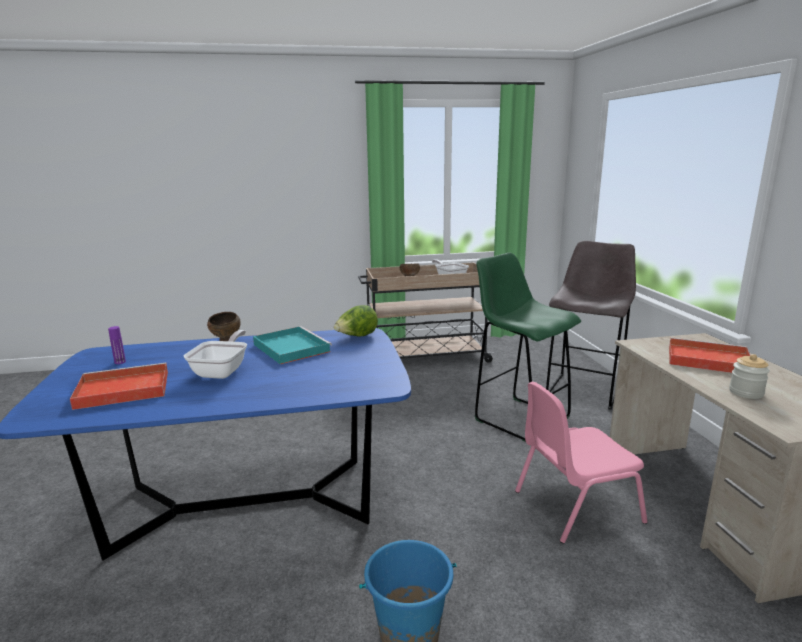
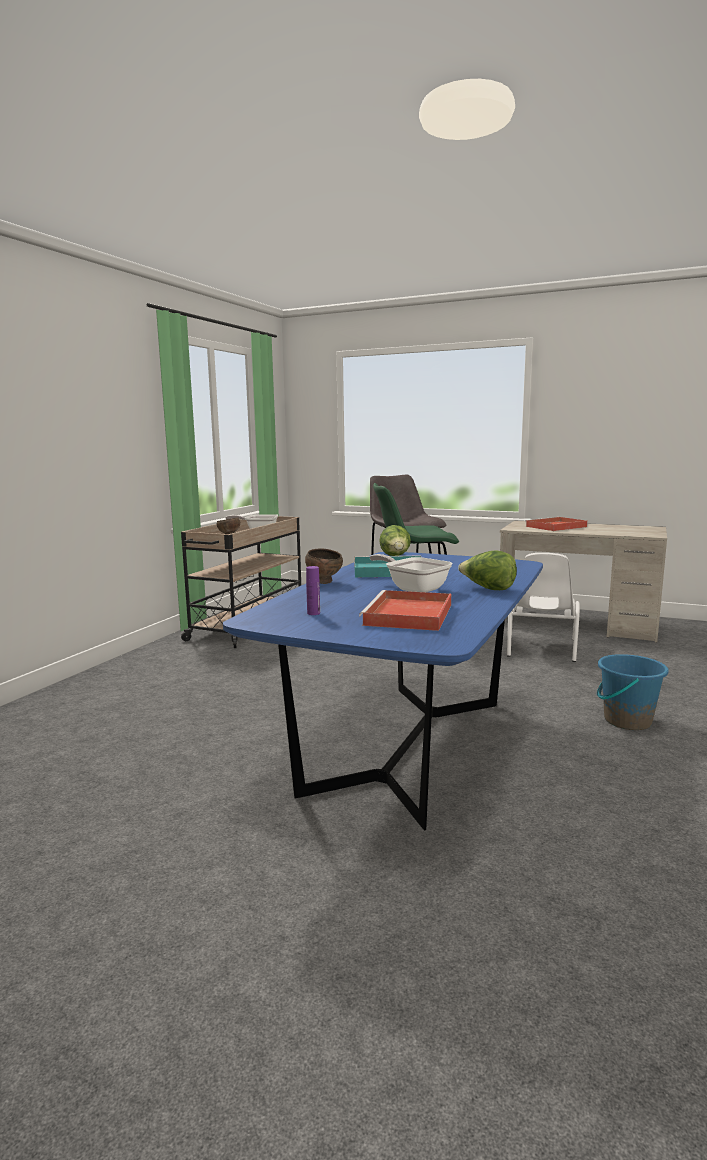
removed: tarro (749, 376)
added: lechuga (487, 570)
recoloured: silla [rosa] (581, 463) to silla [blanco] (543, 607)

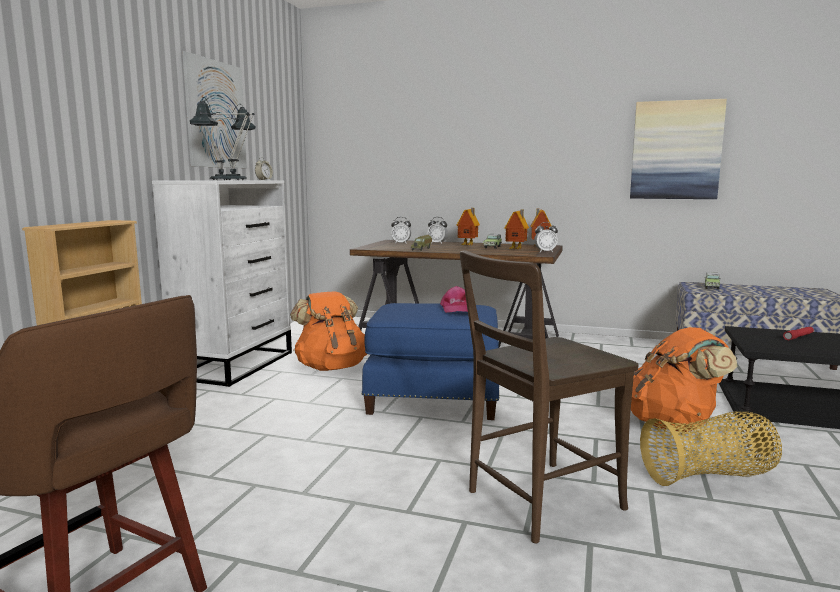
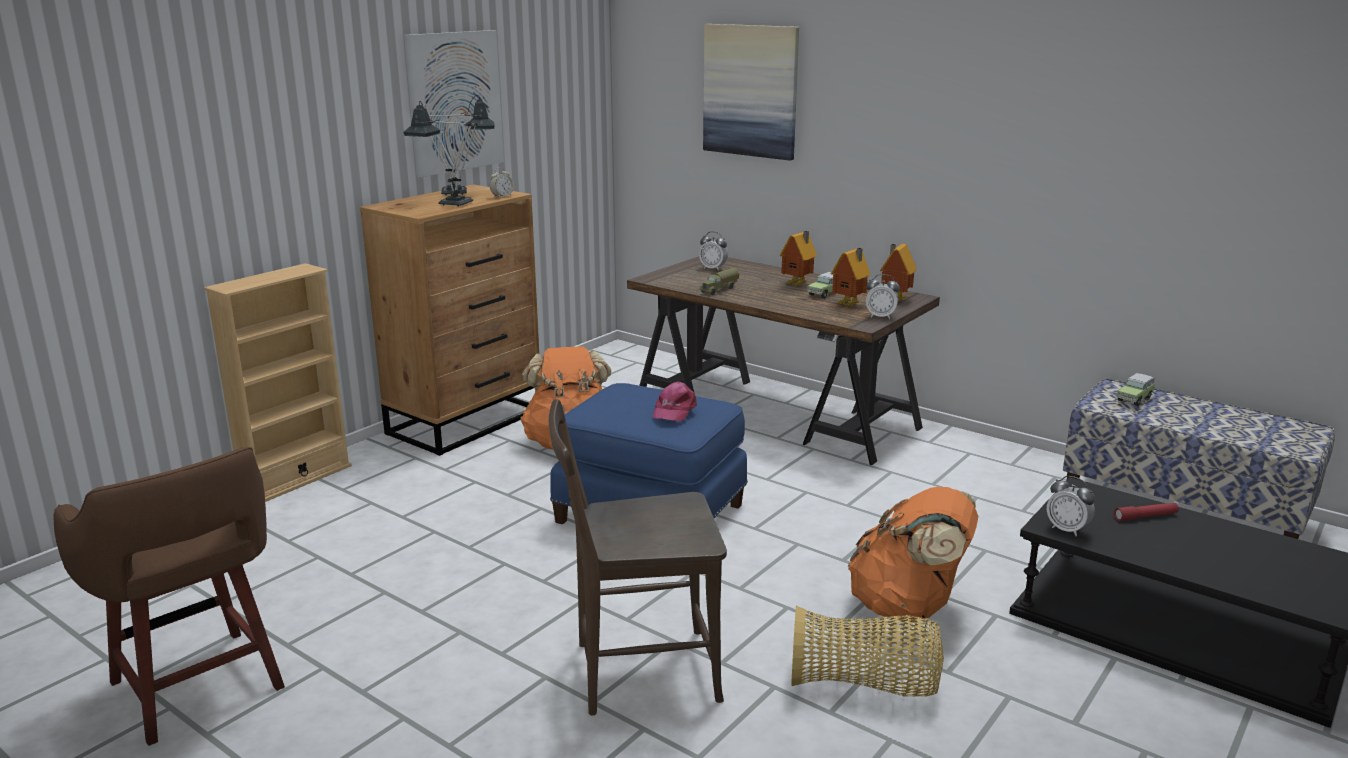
moved: cuadro (678, 149) to (751, 92); despertador (437, 230) to (1071, 506)
recoloured: cómoda [blanco] (222, 283) to cómoda [marrón] (449, 320)

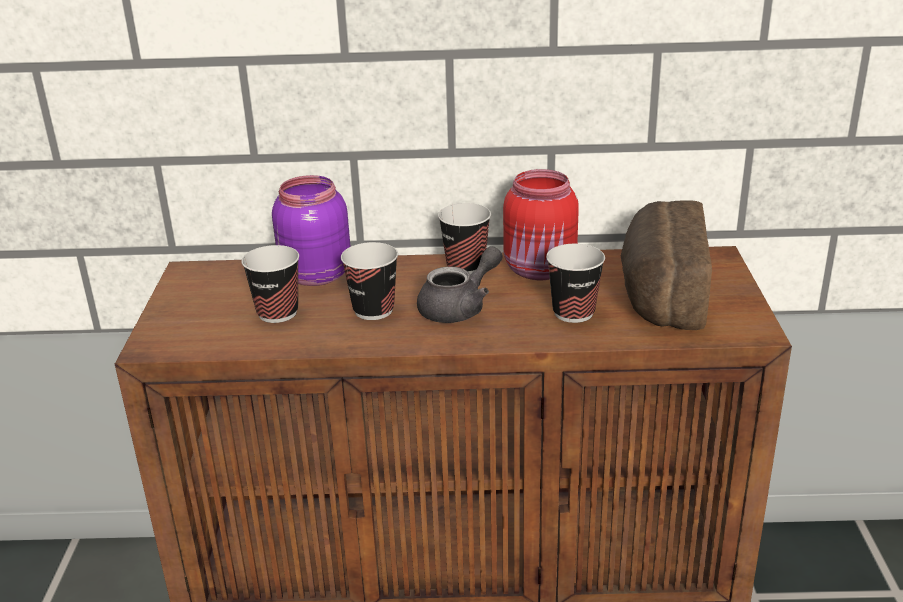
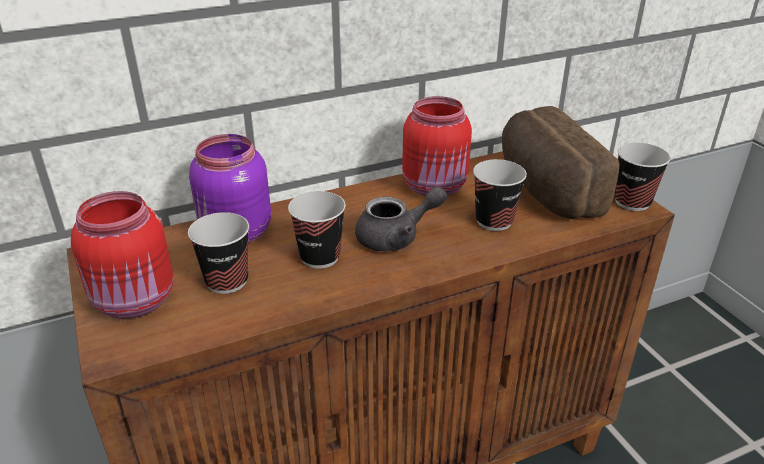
added: tarro [rojo] (122, 255)
moved: taza (464, 238) to (643, 177)
turned: tetera [gris] (460, 284) = (401, 219) 45 degrees clockwise

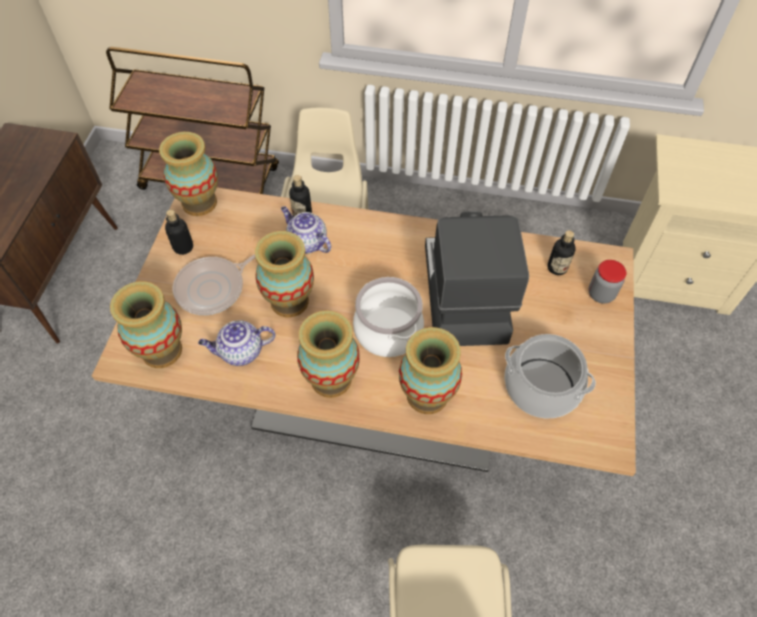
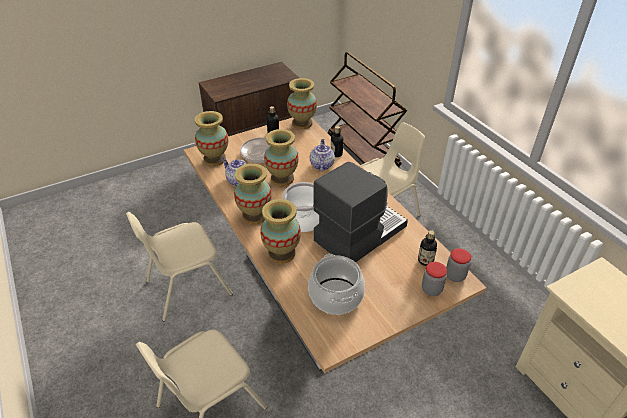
added: silla [beis] (179, 267); tarro (458, 265)

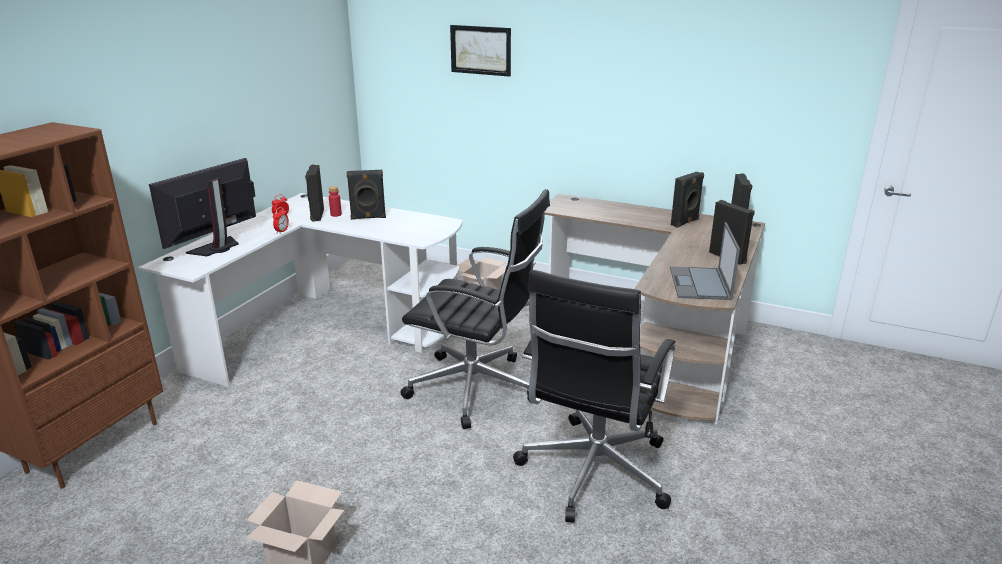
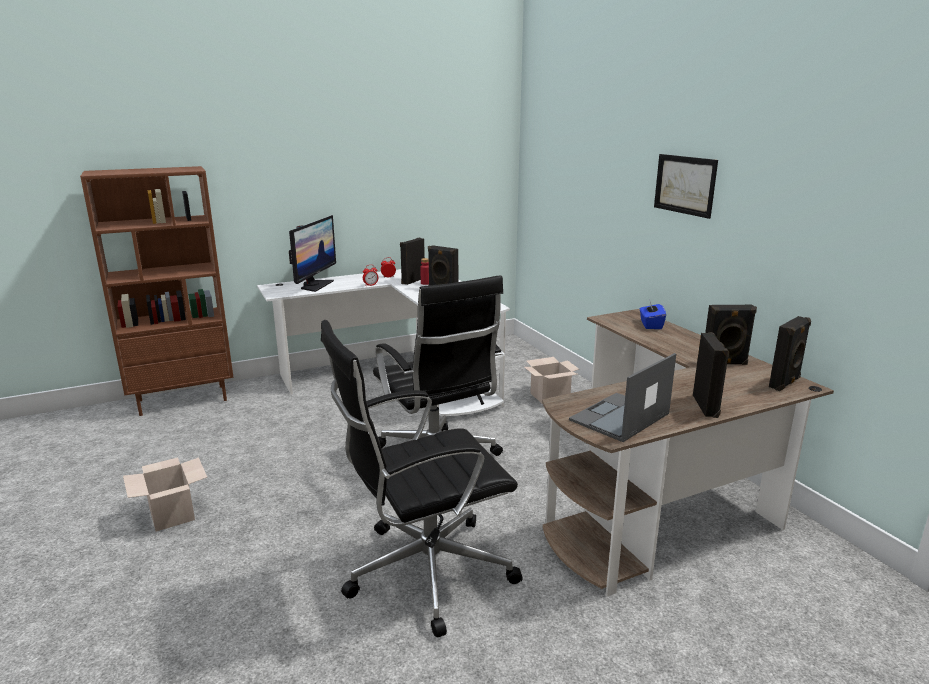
added: caja de pañuelos [azul] (653, 314)
moved: cuadro (480, 51) to (686, 186)
turned: monitor (202, 207) = (312, 253) 120 degrees clockwise

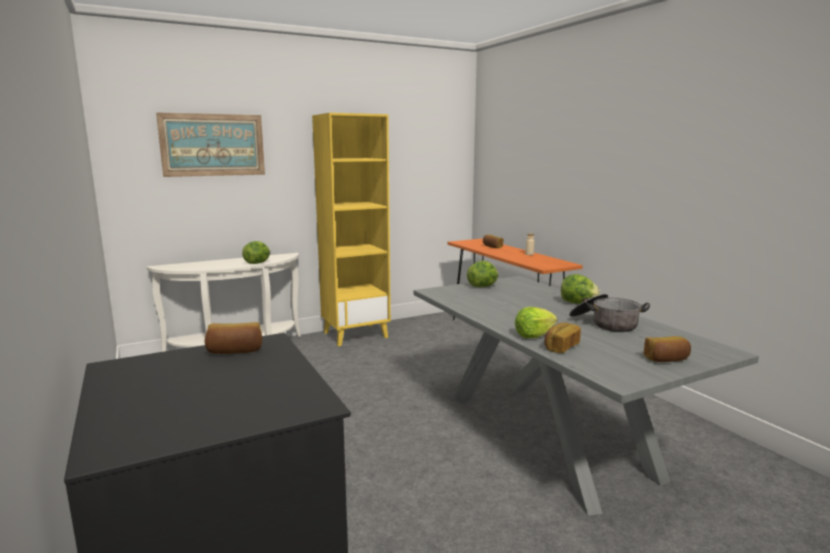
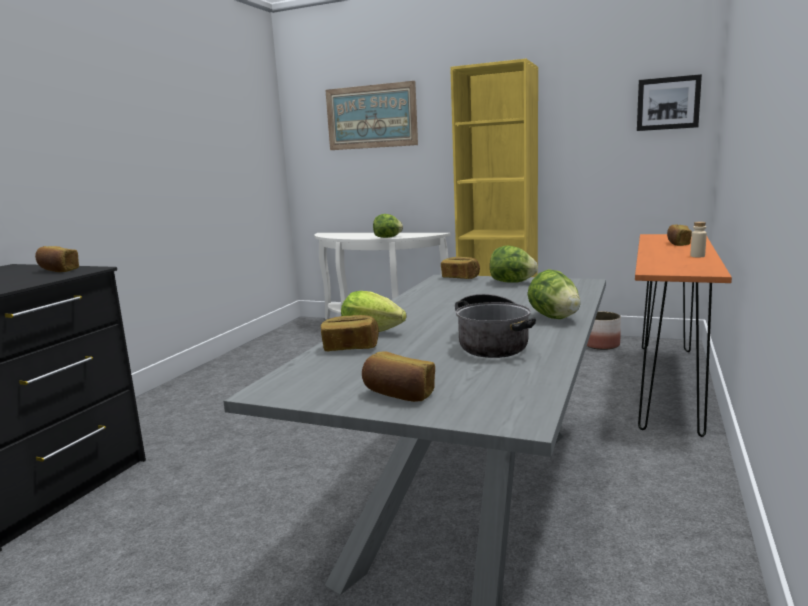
added: pan (460, 268); maceta (604, 330); cuadro (669, 102)

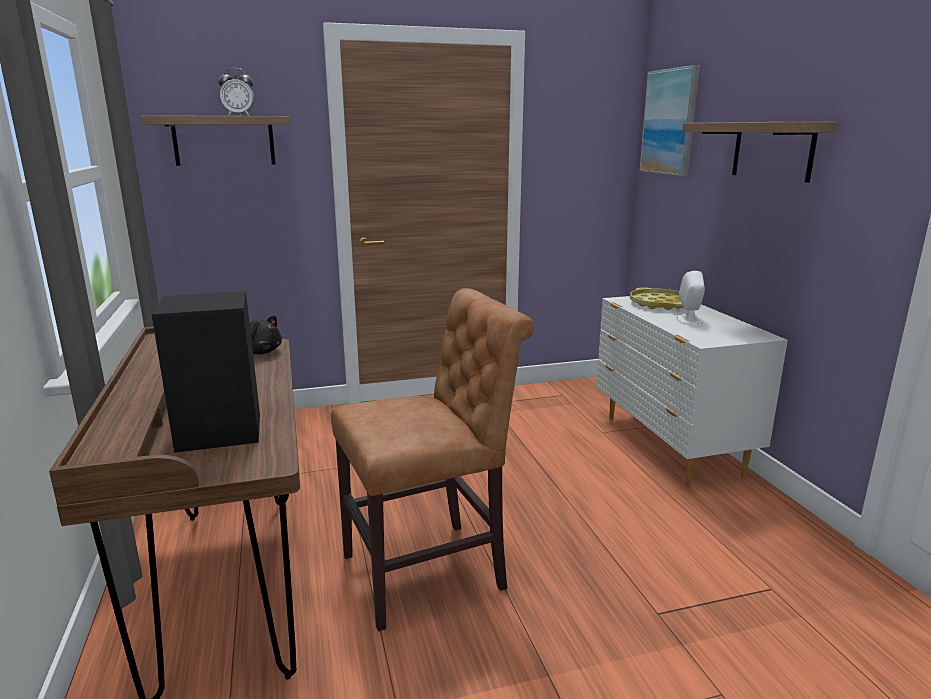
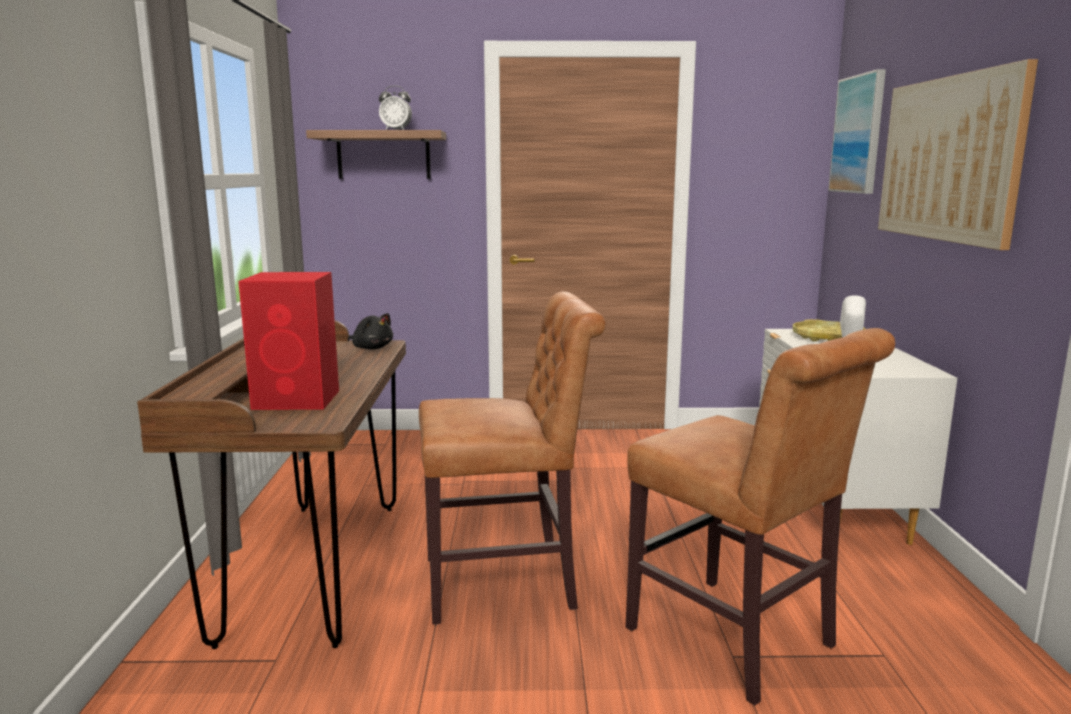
added: silla [marrón] (760, 516)
replaced: estante (759, 152) to cuadro (958, 154)
recoloured: altavoz [negro] (206, 372) to altavoz [rojo] (288, 341)

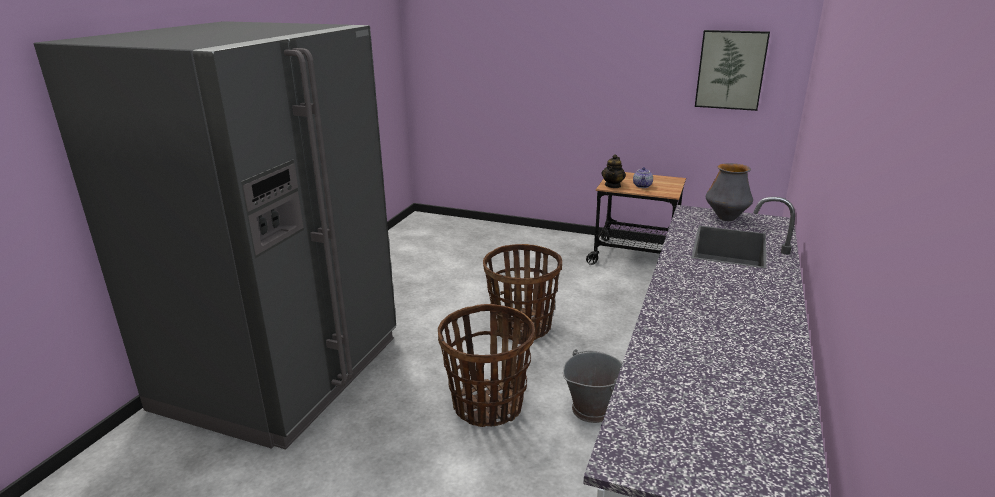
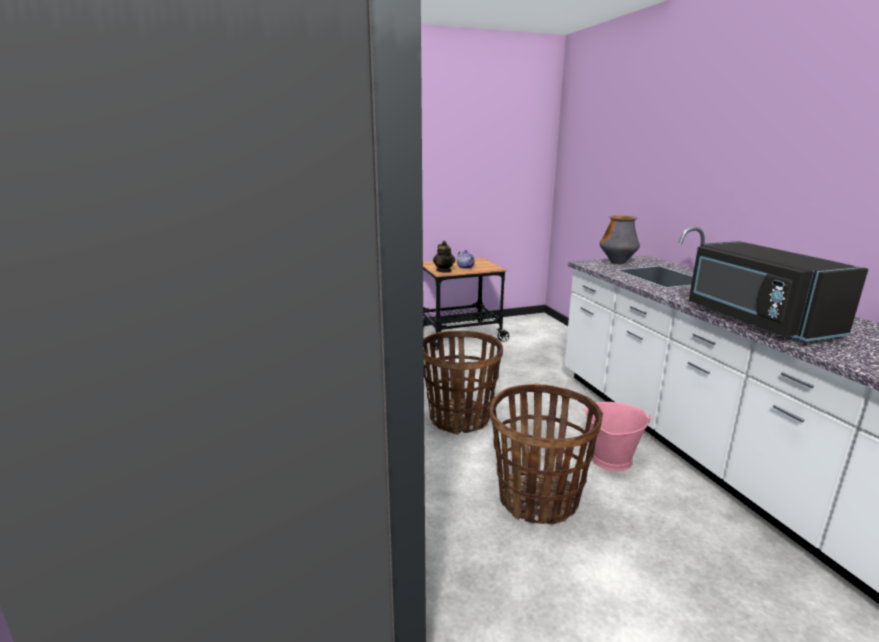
removed: cuadro (732, 70)
added: microondas [negro] (778, 291)
recoloured: cubo [gris] (593, 386) to cubo [rosa] (617, 436)

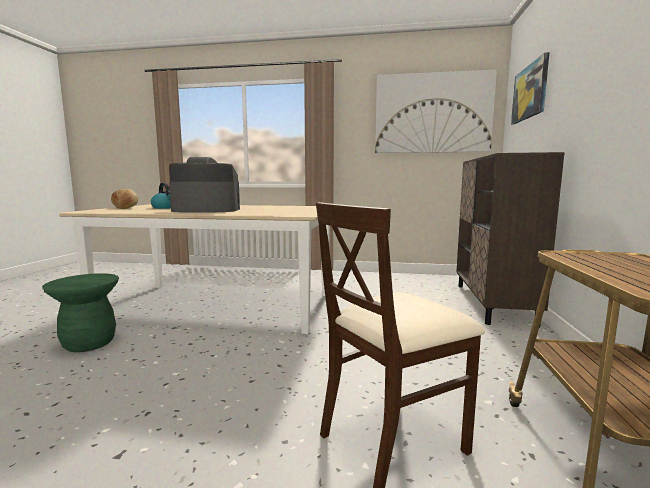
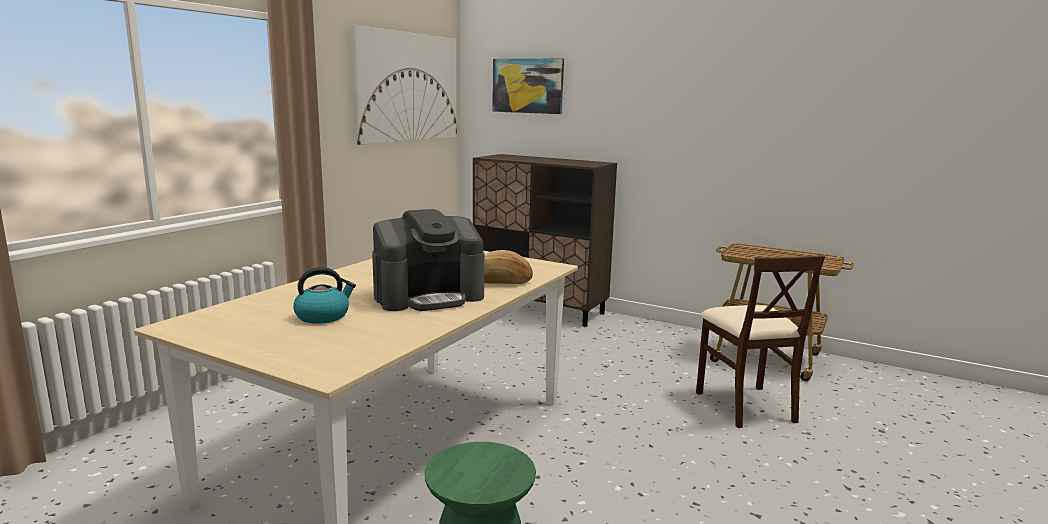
moved: pan (124, 199) to (508, 267)
turned: cafetera (204, 185) = (428, 260) 135 degrees counterclockwise

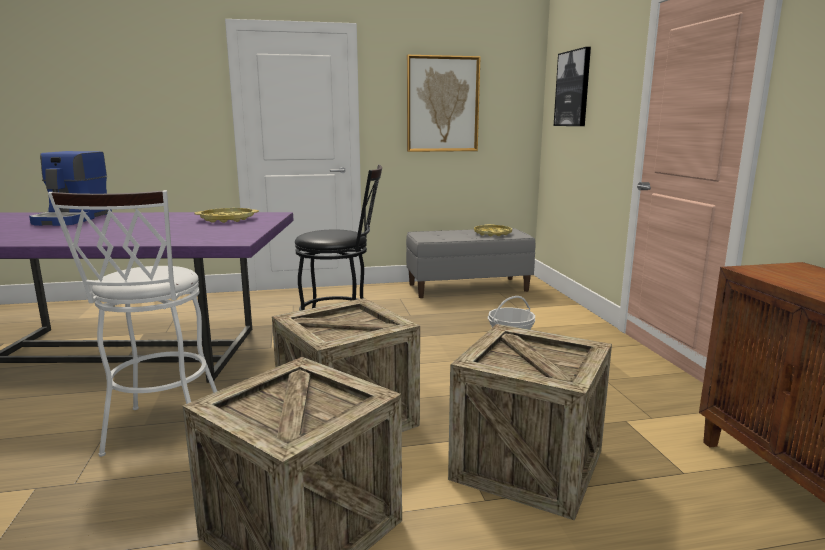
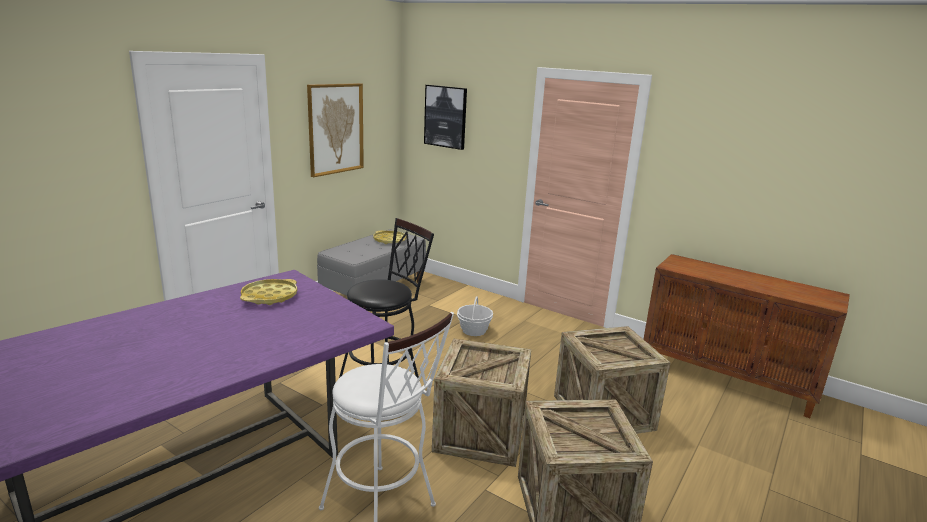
removed: cafetera (70, 188)

